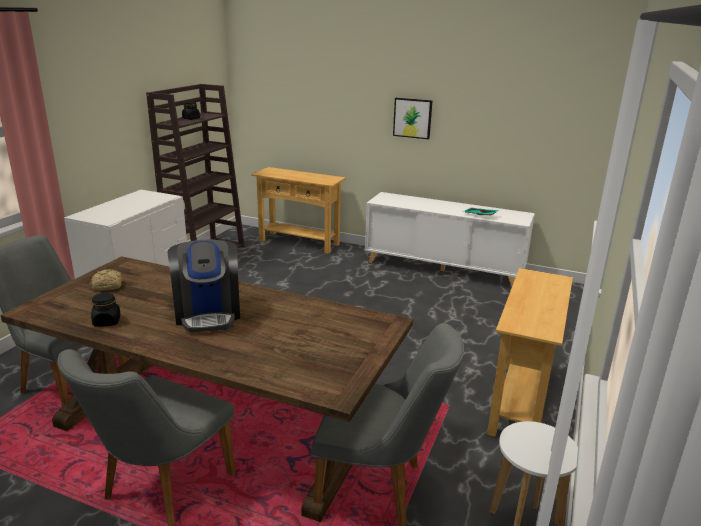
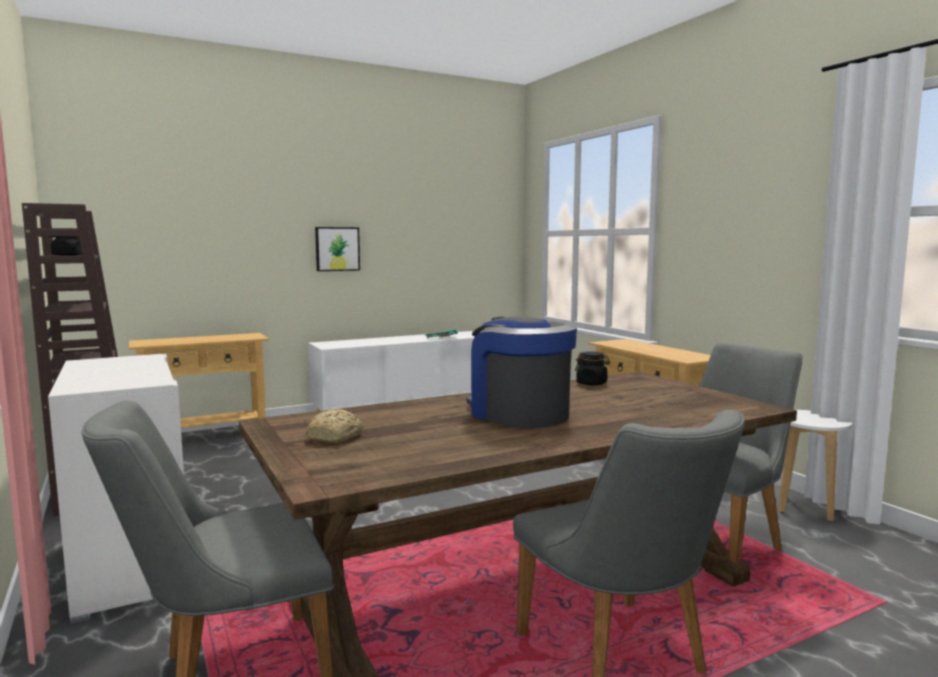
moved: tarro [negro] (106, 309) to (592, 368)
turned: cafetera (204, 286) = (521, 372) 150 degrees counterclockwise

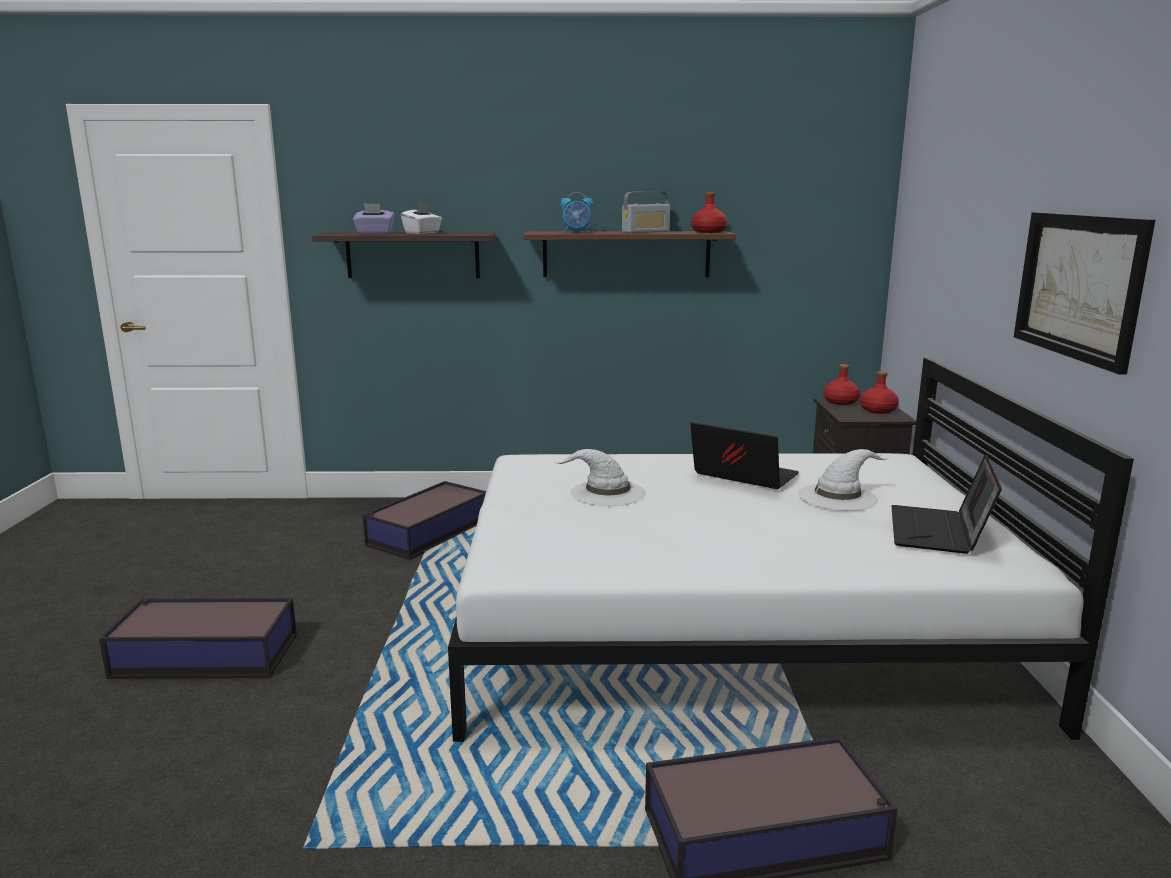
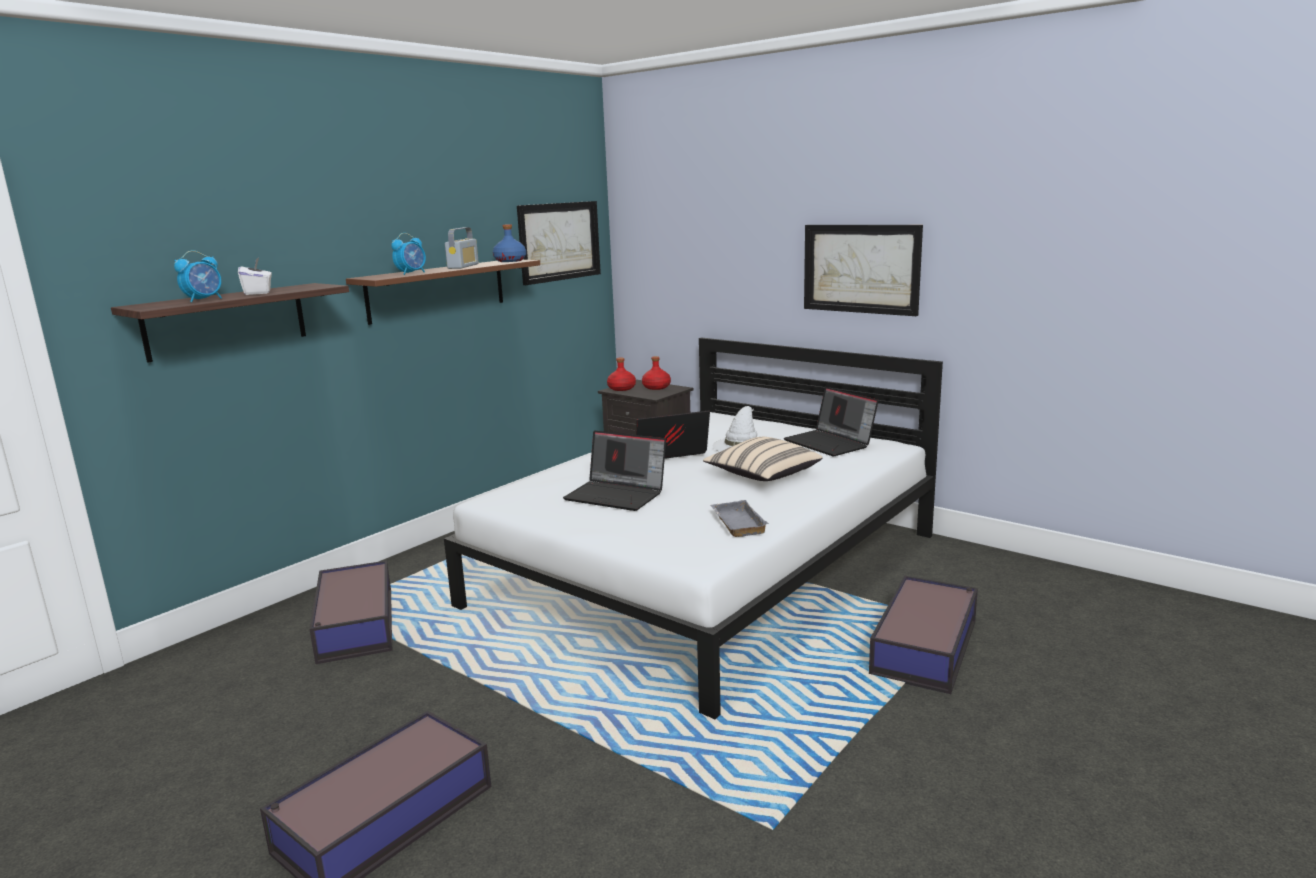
added: cuadro (559, 243); cojín [beis] (762, 459); bandeja [gris] (739, 518)
replaced: caja de pañuelos [morado] (373, 218) to despertador (198, 276); sombrero [blanco] (600, 477) to portátil (614, 471)
recoloured: botella [rojo] (709, 212) to botella [azul] (509, 243)

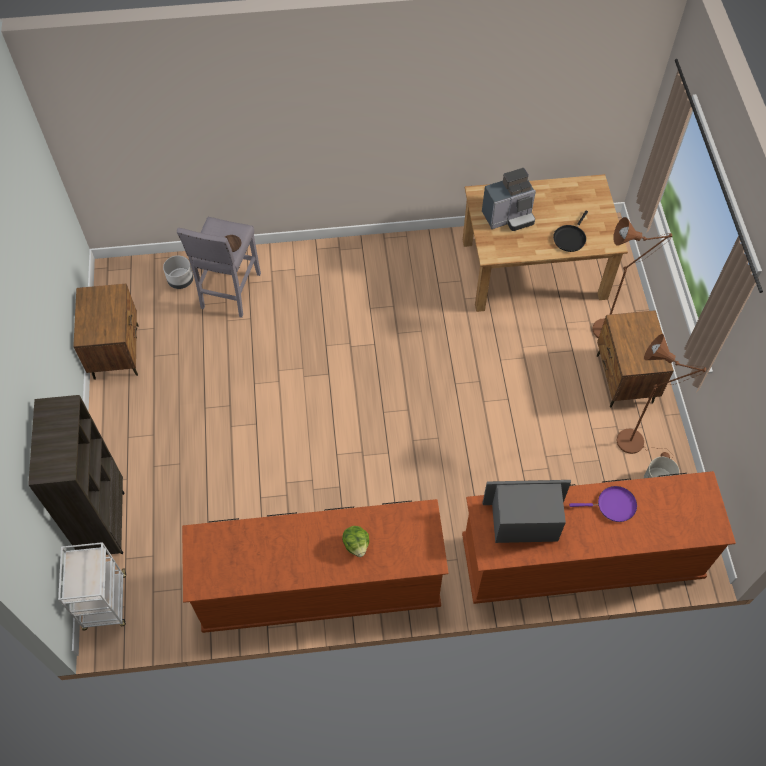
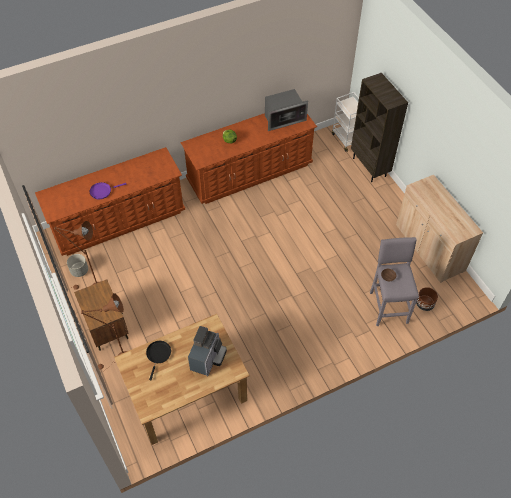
moved: microondas (527, 511) to (286, 110)
replaced: mesita de noche [marrón] (106, 332) to armario [beis] (439, 228)
recoloured: maceta [gris] (178, 272) to maceta [marrón] (427, 299)
turned: cafetera (509, 199) = (207, 351) 150 degrees clockwise

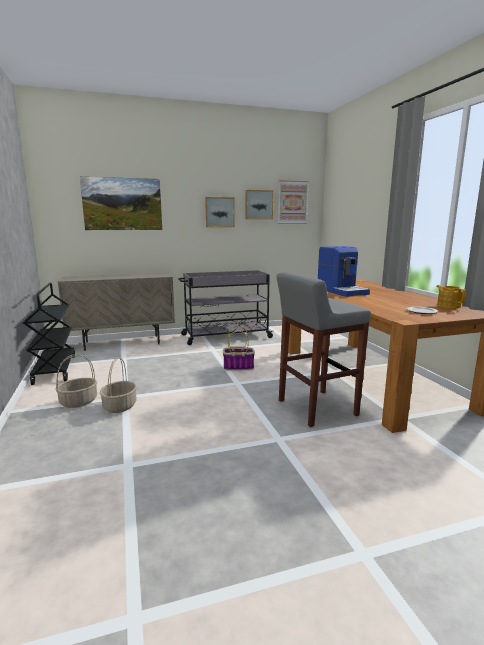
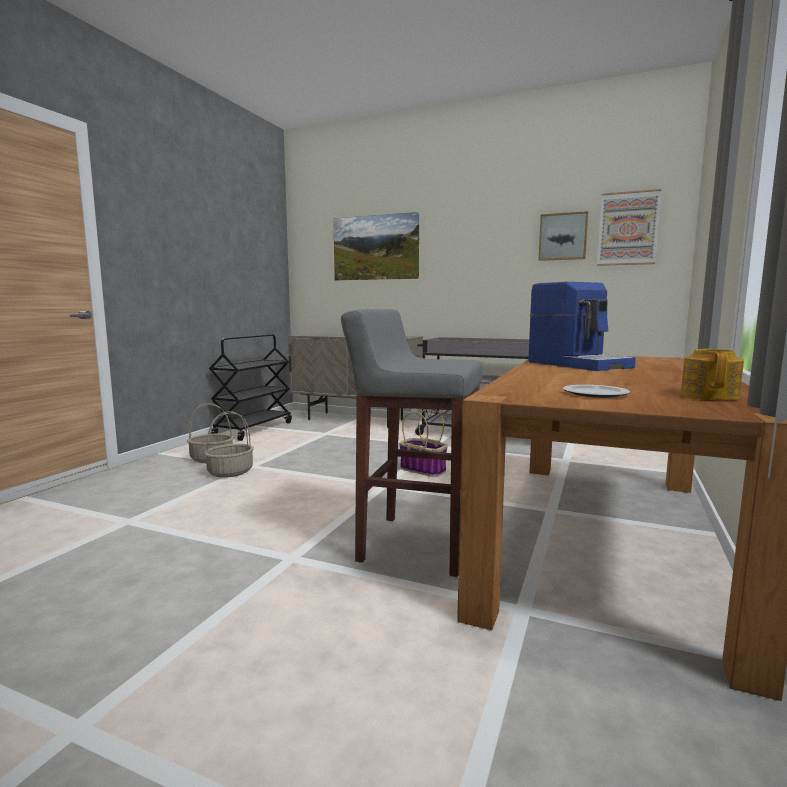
removed: cuadro (220, 212)
turned: cafetera (344, 271) = (582, 326) 45 degrees counterclockwise

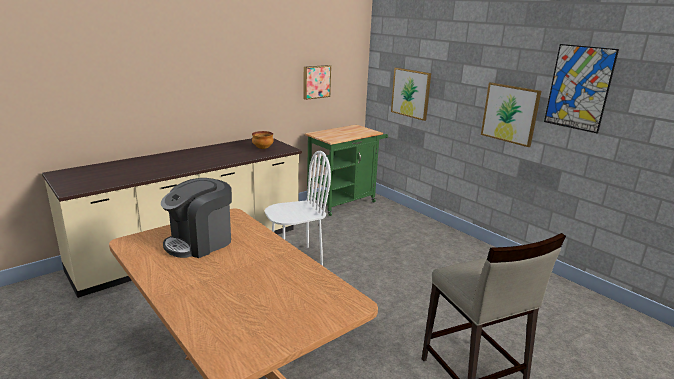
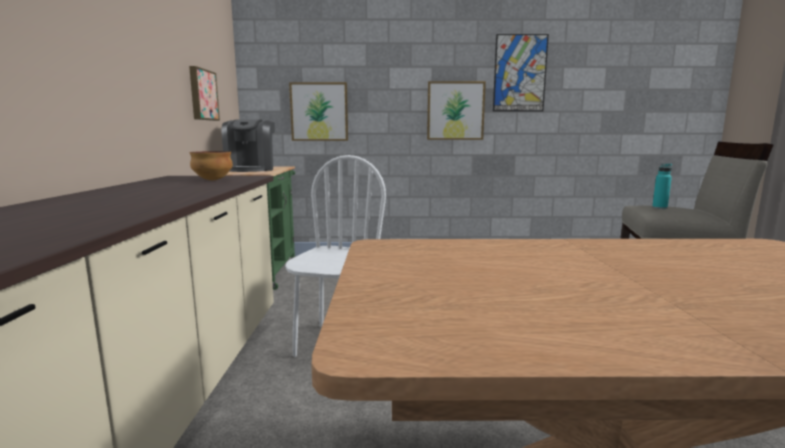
added: botella [turquesa] (662, 186)
moved: cafetera (196, 218) to (248, 145)

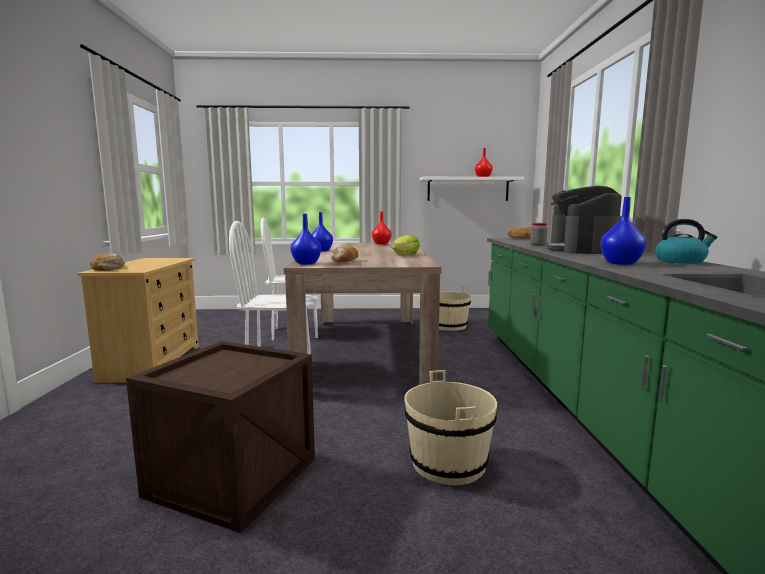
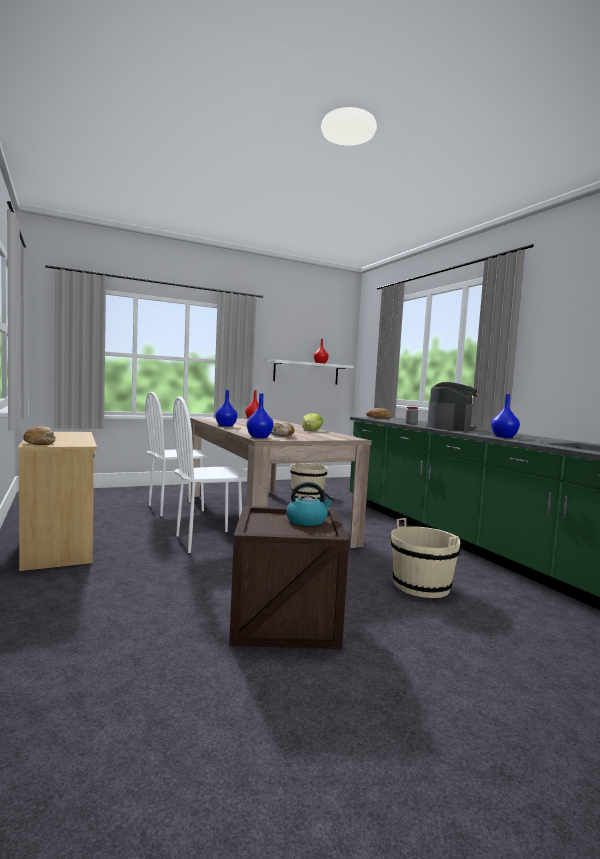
moved: hervidor (686, 241) to (310, 504)
turned: cafetera (583, 220) = (452, 406) 150 degrees counterclockwise

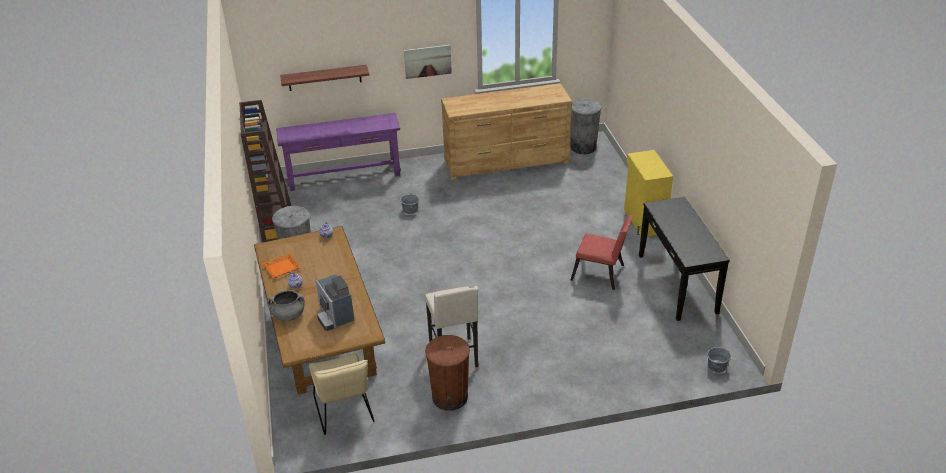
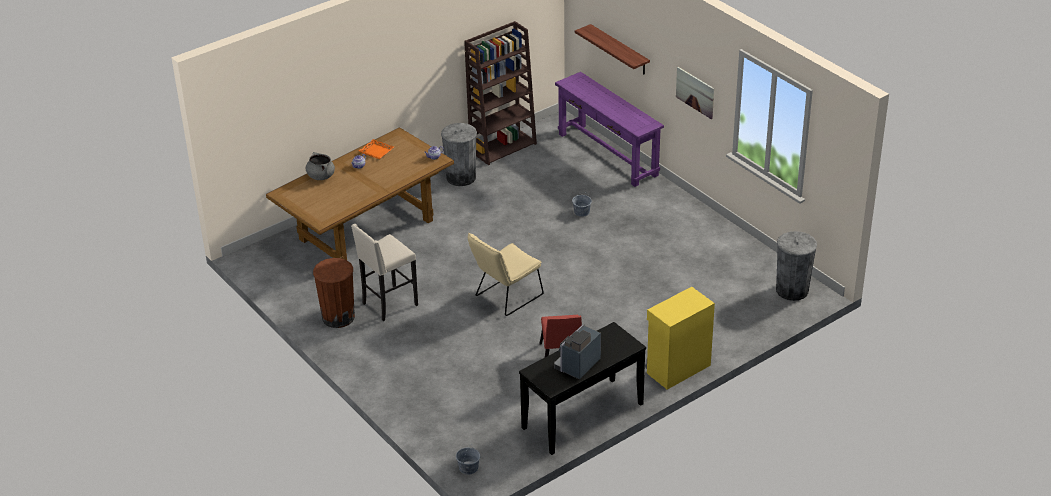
removed: cómoda [marrón] (506, 131)
moved: silla [beis] (342, 393) to (506, 274); cafetera (335, 302) to (577, 351)

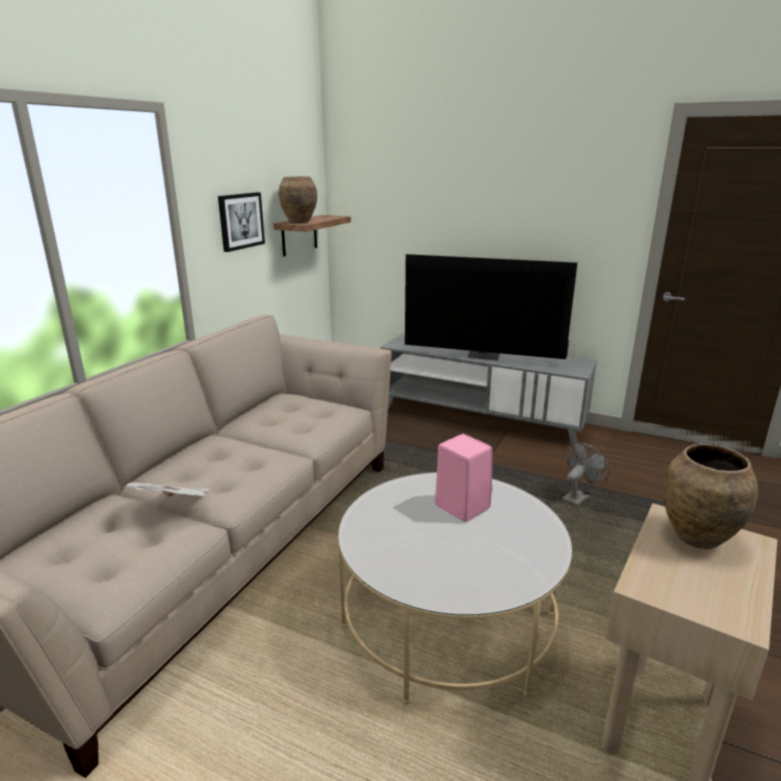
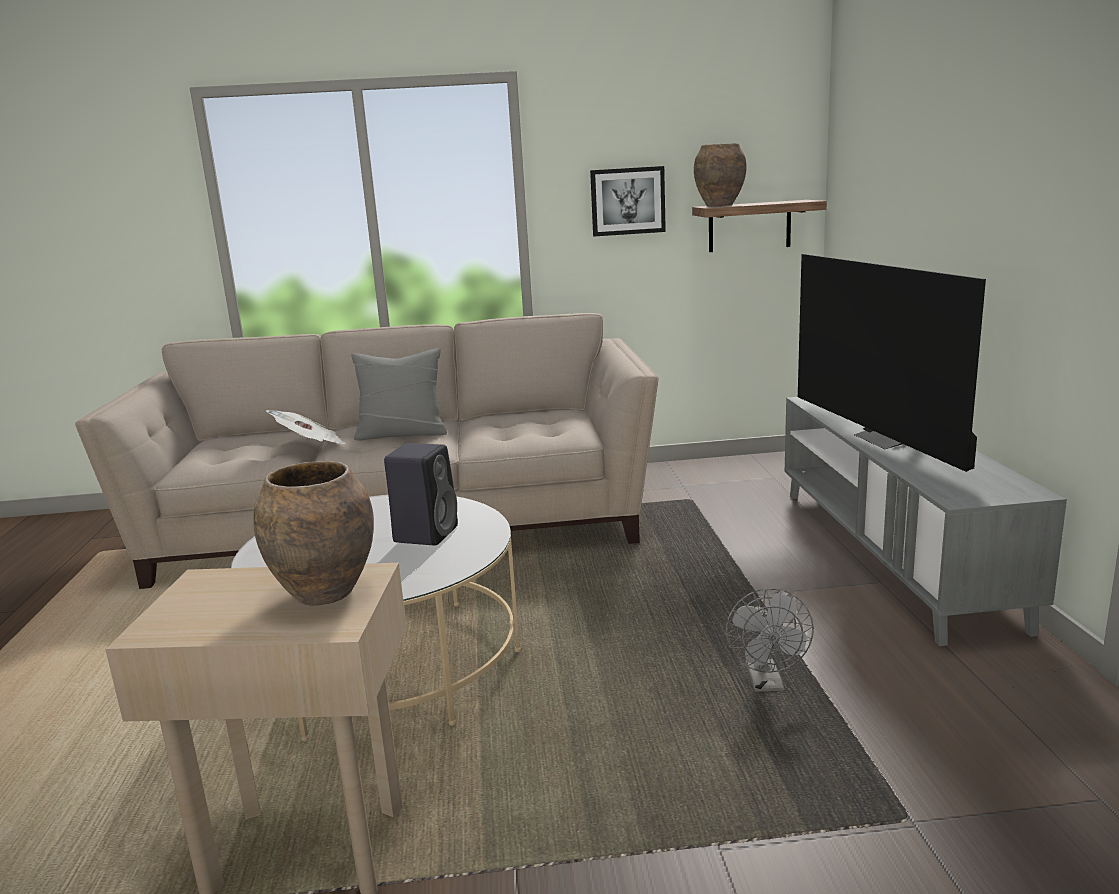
added: cojín [gris] (399, 394)
recoloured: altavoz [rosa] (464, 478) to altavoz [negro] (421, 494)
turned: ventilador [gris] (585, 474) = (770, 640) 75 degrees clockwise

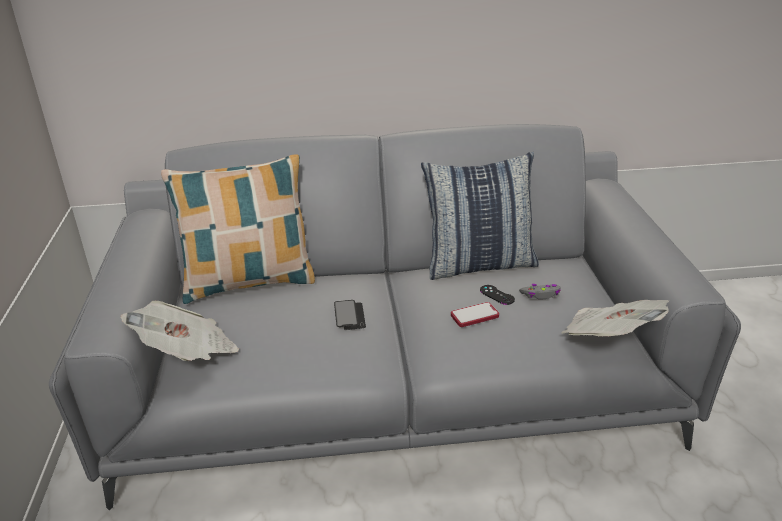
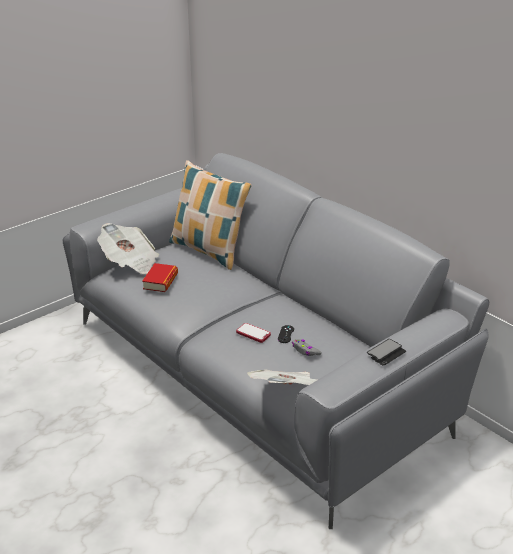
removed: cojín (480, 216)
added: libro (160, 277)
moved: móvil (350, 315) to (386, 352)

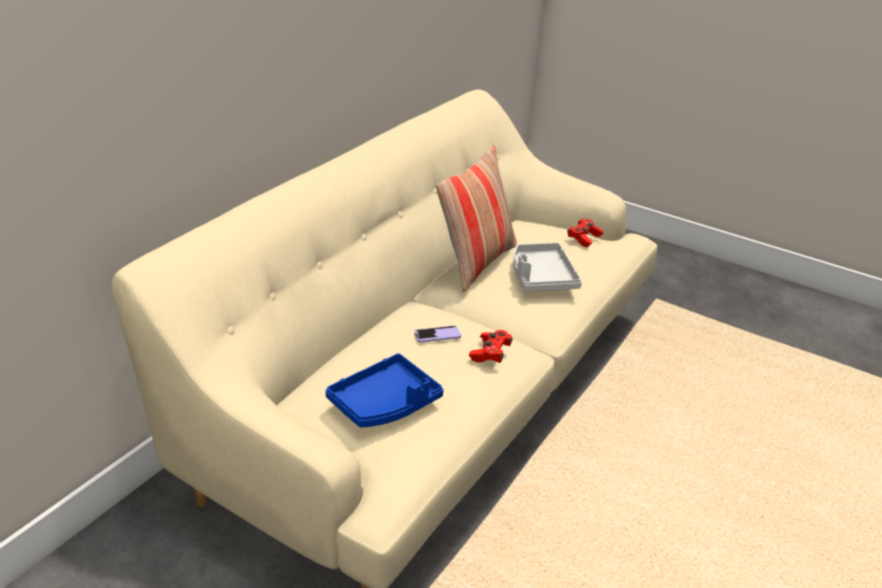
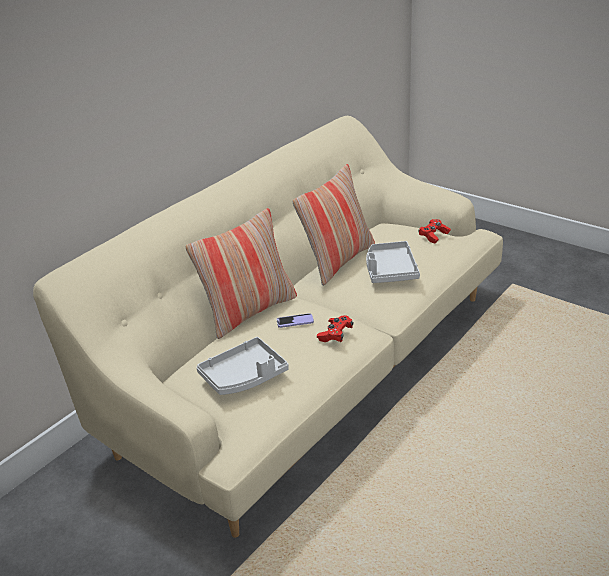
added: cojín (241, 273)
recoloured: bandeja [azul] (384, 390) to bandeja [gris] (242, 366)

